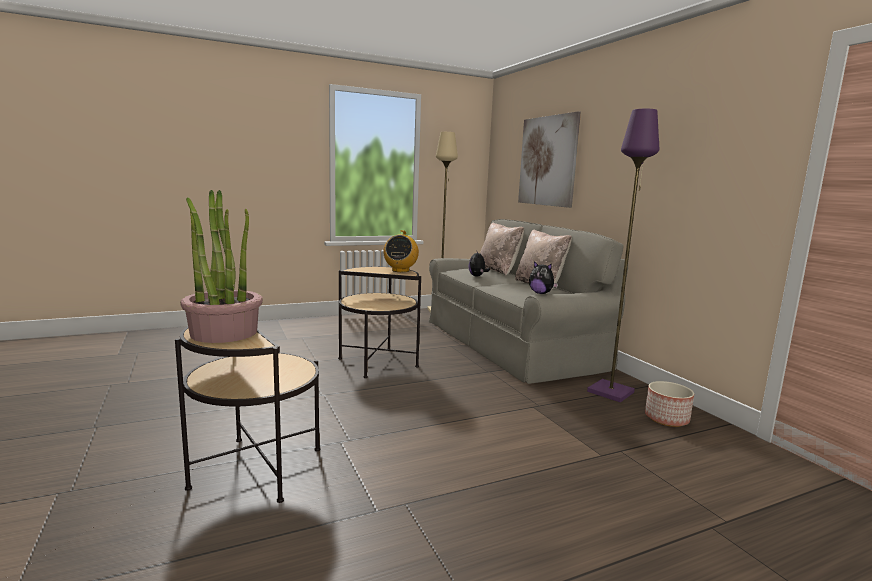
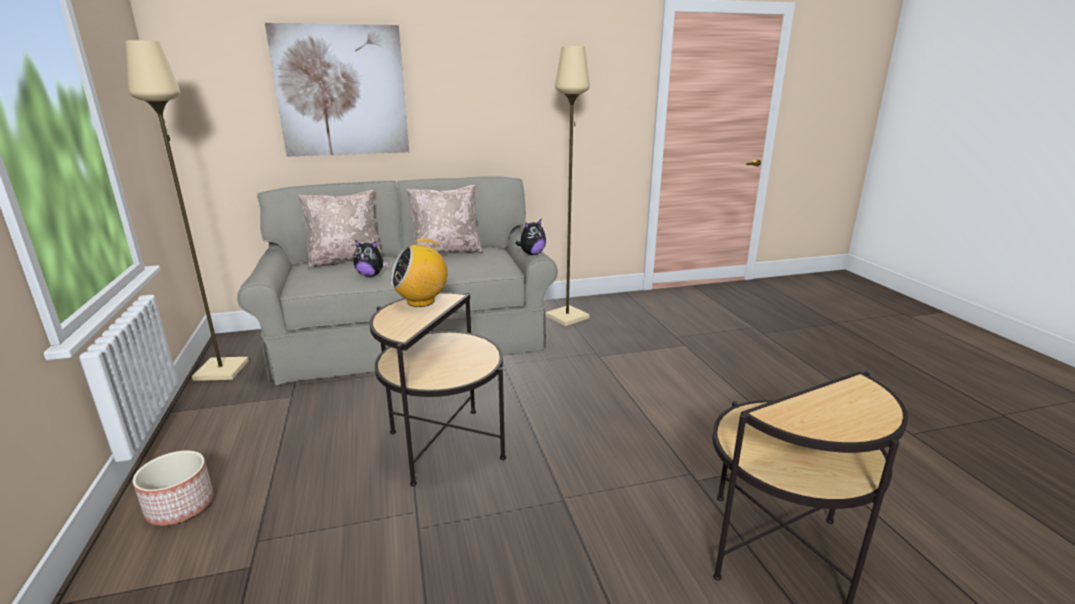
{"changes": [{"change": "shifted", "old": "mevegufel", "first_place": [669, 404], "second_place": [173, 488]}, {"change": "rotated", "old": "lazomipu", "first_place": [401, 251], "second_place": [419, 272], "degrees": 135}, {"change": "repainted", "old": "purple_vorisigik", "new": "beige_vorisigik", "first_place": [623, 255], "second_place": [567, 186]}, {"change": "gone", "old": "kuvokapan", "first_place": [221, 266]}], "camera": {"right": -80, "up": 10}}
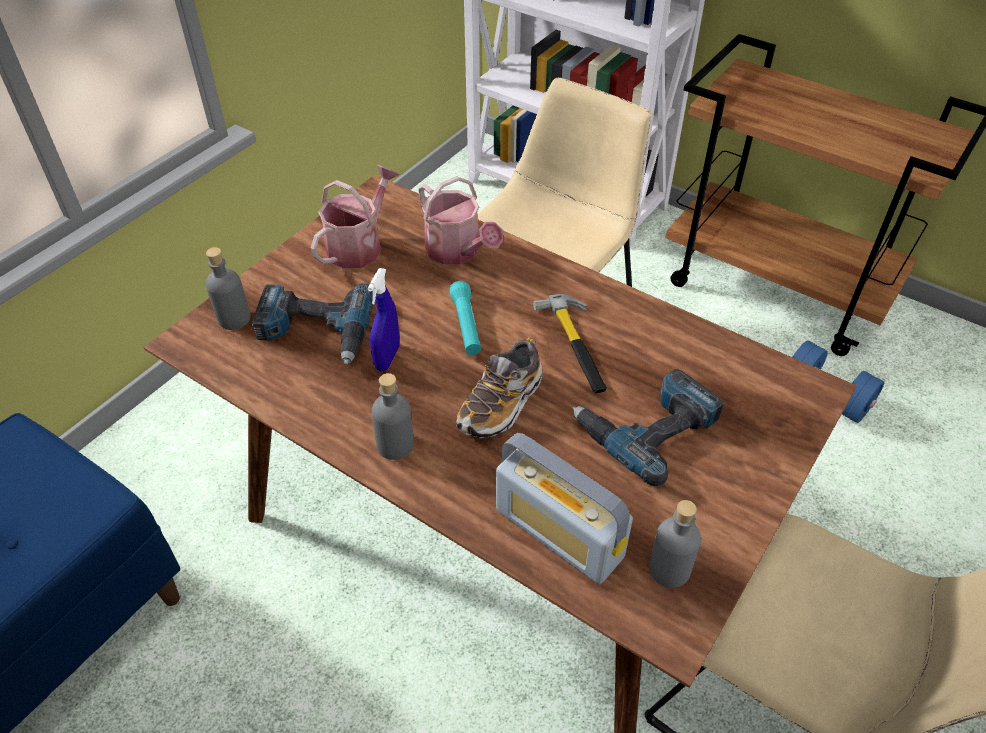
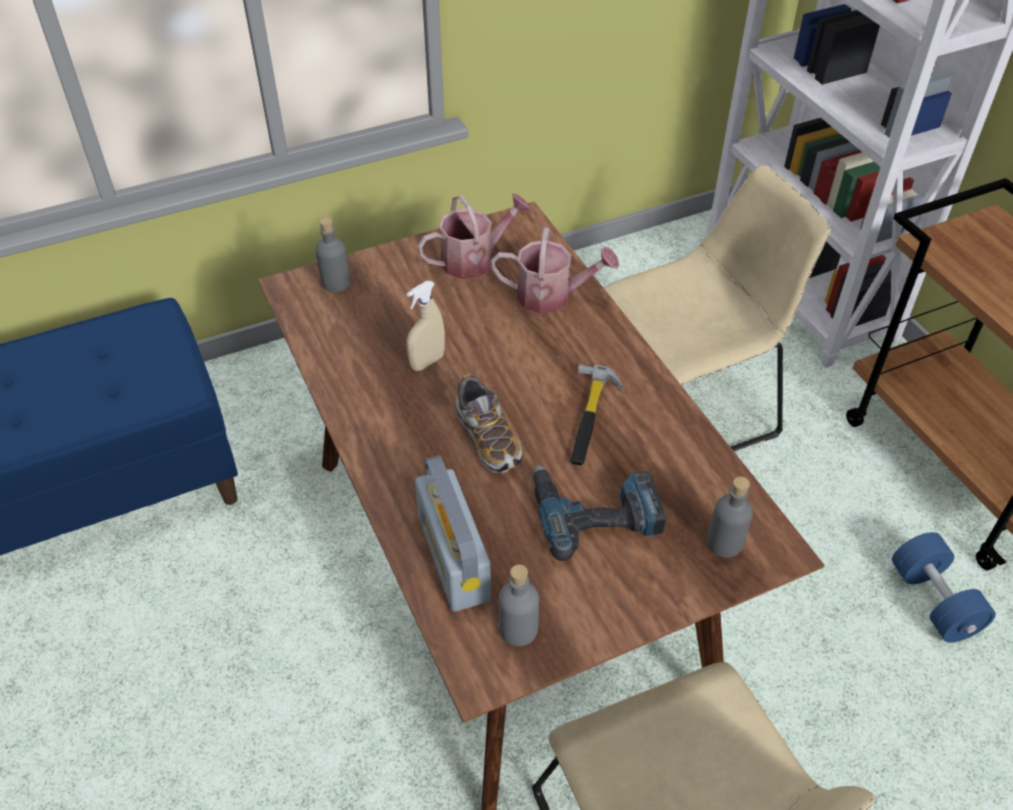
{"changes": [{"change": "repainted", "old": "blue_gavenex", "new": "beige_gavenex", "first_place": [384, 319], "second_place": [425, 326]}, {"change": "rotated", "old": "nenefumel", "first_place": [499, 387], "second_place": [488, 423], "degrees": -90}, {"change": "rotated", "old": "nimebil", "first_place": [461, 220], "second_place": [555, 270], "degrees": -75}, {"change": "shifted", "old": "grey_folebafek", "first_place": [393, 416], "second_place": [730, 517]}, {"change": "gone", "old": "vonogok", "first_place": [312, 324]}, {"change": "gone", "old": "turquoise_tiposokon", "first_place": [465, 318]}], "camera": {"right": 30, "up": 0}}
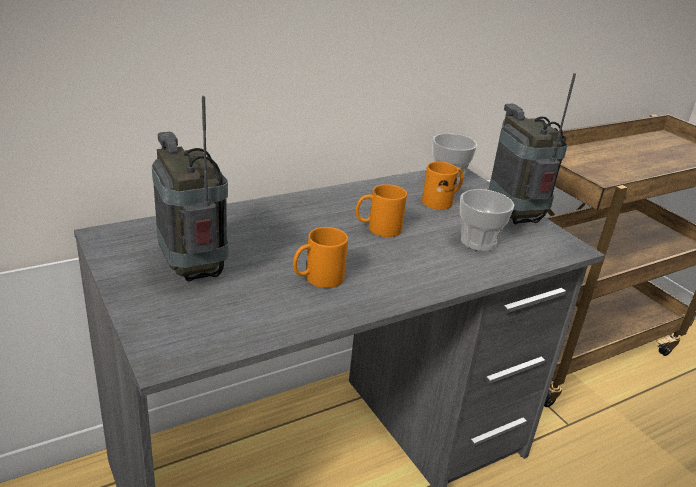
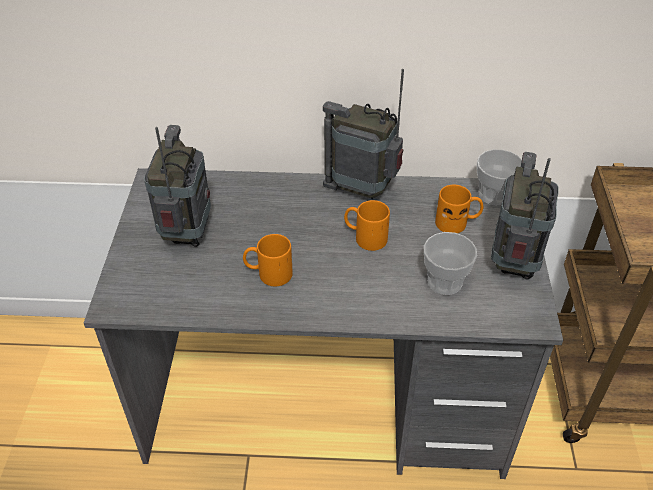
{"changes": [{"change": "new", "new": "lazomipu", "second_place": [363, 134]}], "camera": {"right": 35, "up": 15}}
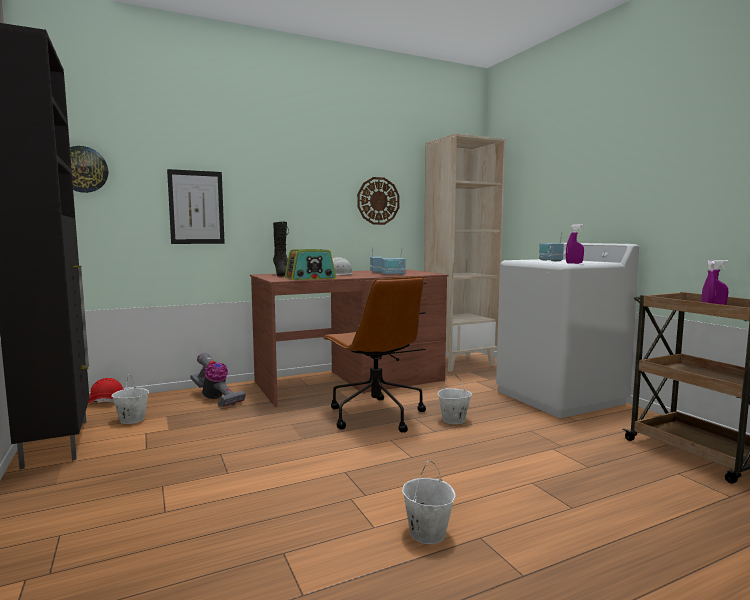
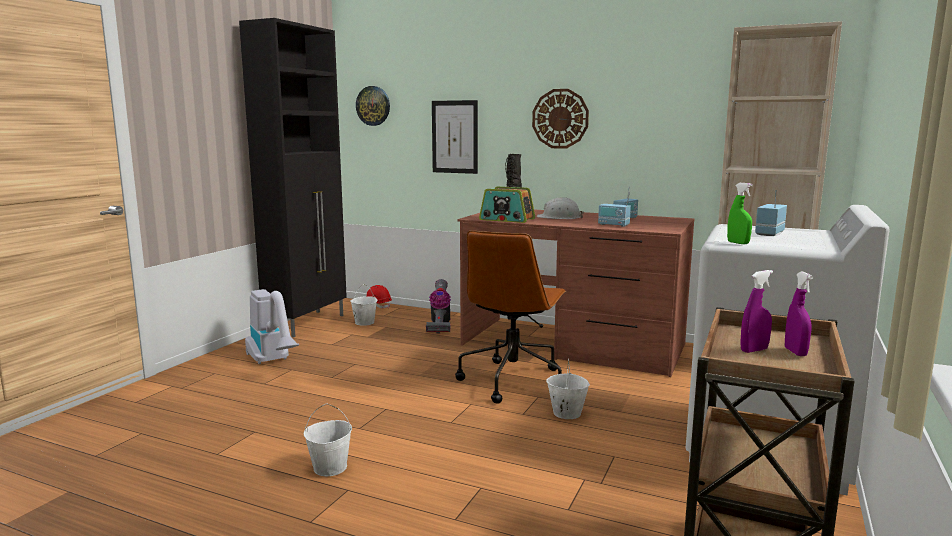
{"changes": [{"change": "new", "new": "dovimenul", "second_place": [272, 326]}, {"change": "shifted", "old": "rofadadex", "first_place": [378, 201], "second_place": [560, 119]}, {"change": "repainted", "old": "purple_gavenex", "new": "green_gavenex", "first_place": [575, 244], "second_place": [740, 213]}], "camera": {"right": 50, "up": 5}}
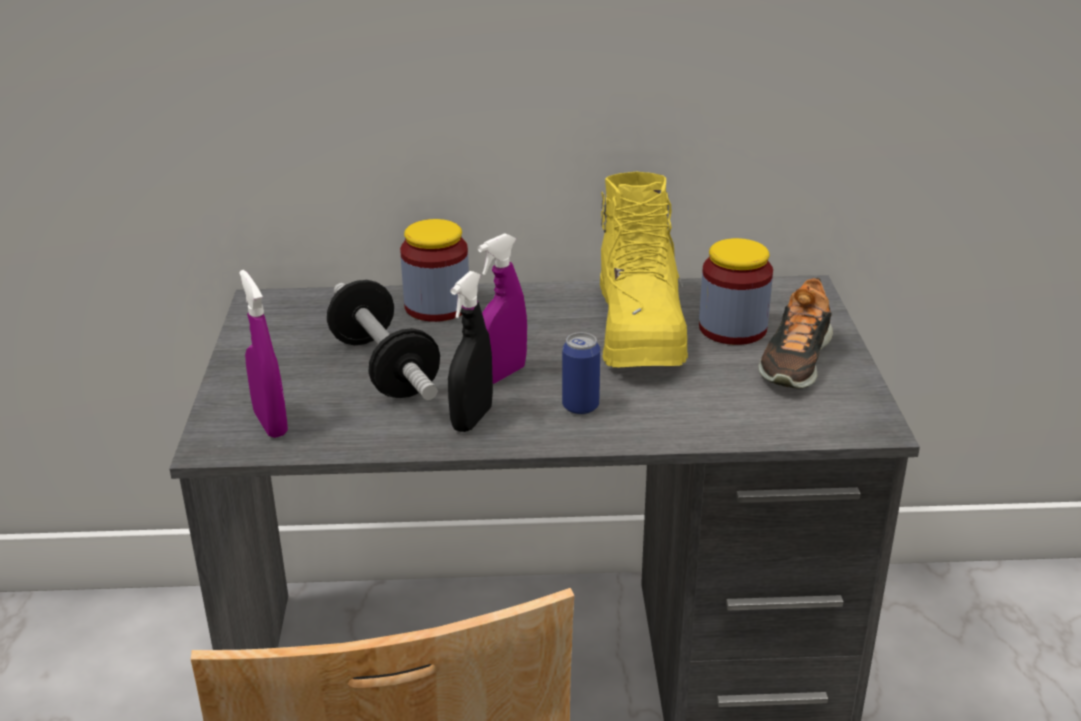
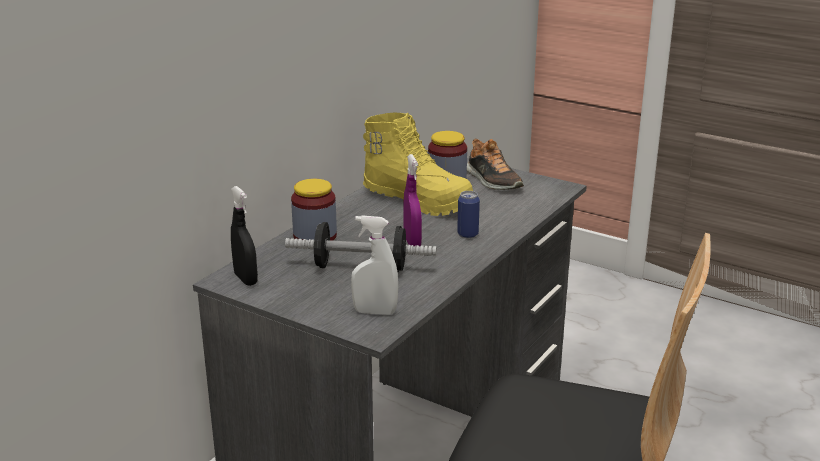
{"changes": [{"change": "shifted", "old": "black_gavenex", "first_place": [470, 351], "second_place": [244, 236]}, {"change": "repainted", "old": "purple_gavenex", "new": "white_gavenex", "first_place": [263, 354], "second_place": [374, 265]}], "camera": {"right": -55, "up": -5}}
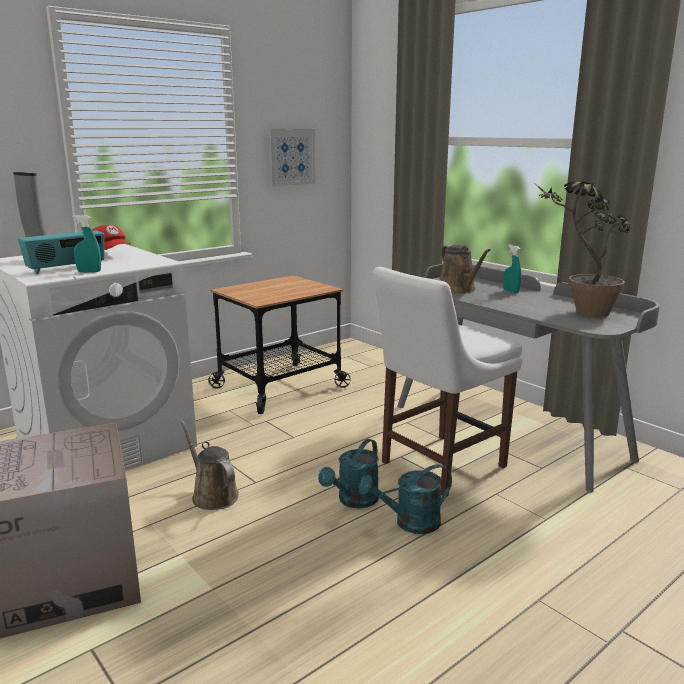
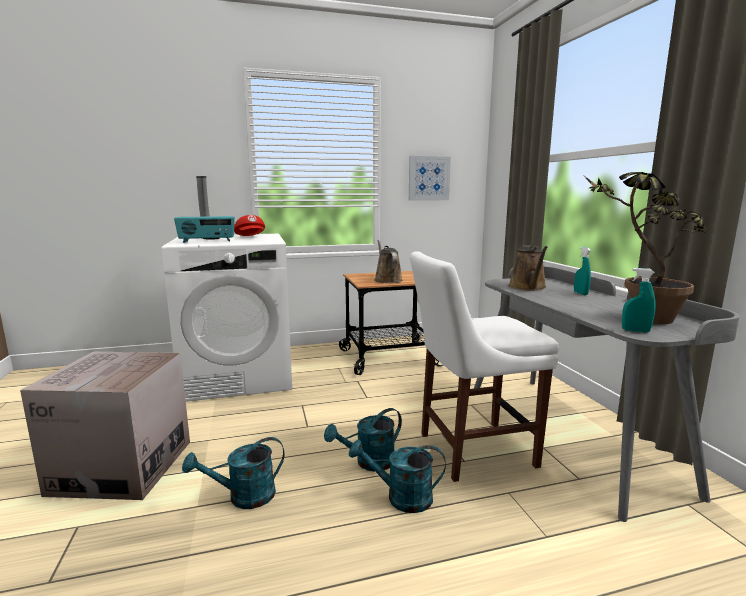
{"changes": [{"change": "new", "new": "turquoise_nimebil", "second_place": [233, 473]}, {"change": "shifted", "old": "brown_nimebil", "first_place": [209, 465], "second_place": [388, 261]}, {"change": "shifted", "old": "turquoise_gavenex", "first_place": [86, 243], "second_place": [639, 300]}], "camera": {"right": 25, "up": -5}}
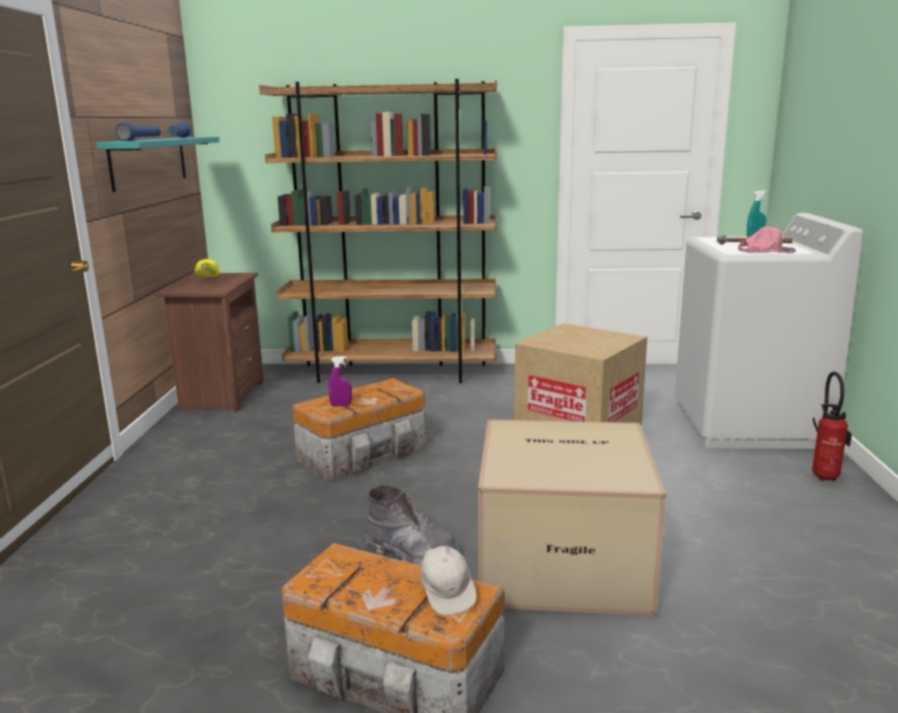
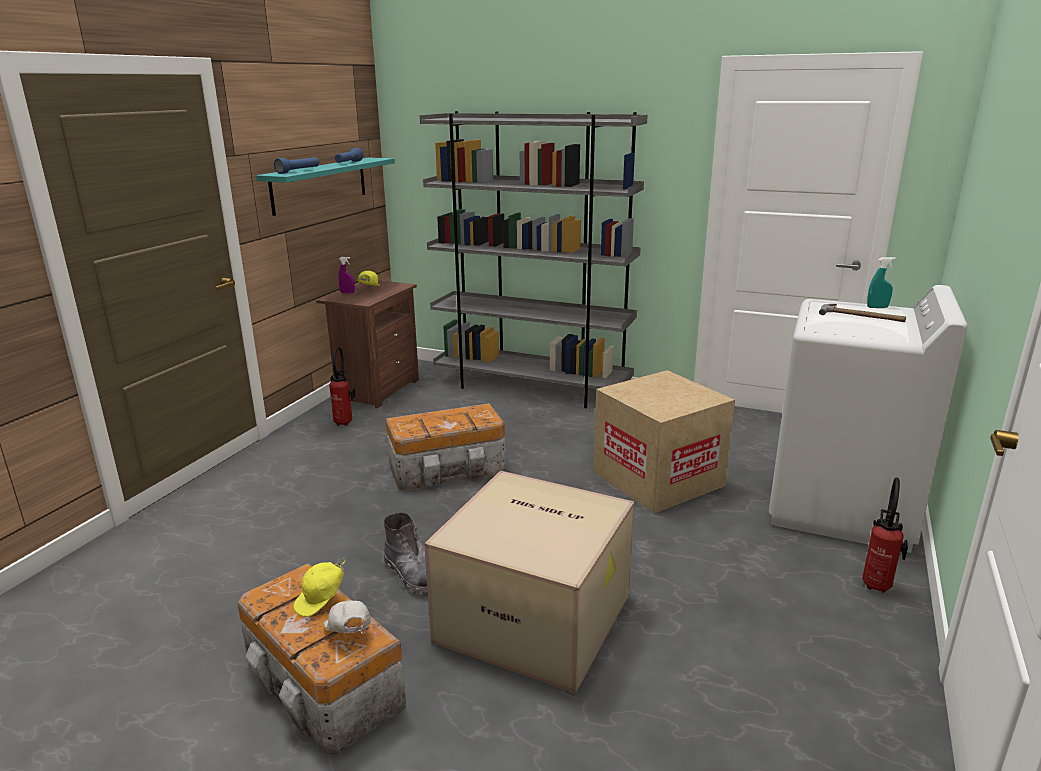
{"changes": [{"change": "new", "new": "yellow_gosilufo", "second_place": [319, 587]}, {"change": "rotated", "old": "white_gosilufo", "first_place": [449, 578], "second_place": [347, 617], "degrees": 150}, {"change": "new", "new": "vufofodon", "second_place": [342, 386]}, {"change": "shifted", "old": "purple_gavenex", "first_place": [340, 381], "second_place": [346, 275]}, {"change": "repainted", "old": "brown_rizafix", "new": "grey_rizafix", "first_place": [378, 231], "second_place": [534, 259]}, {"change": "gone", "old": "pink_gosilufo", "first_place": [767, 239]}], "camera": {"right": 20, "up": 5}}
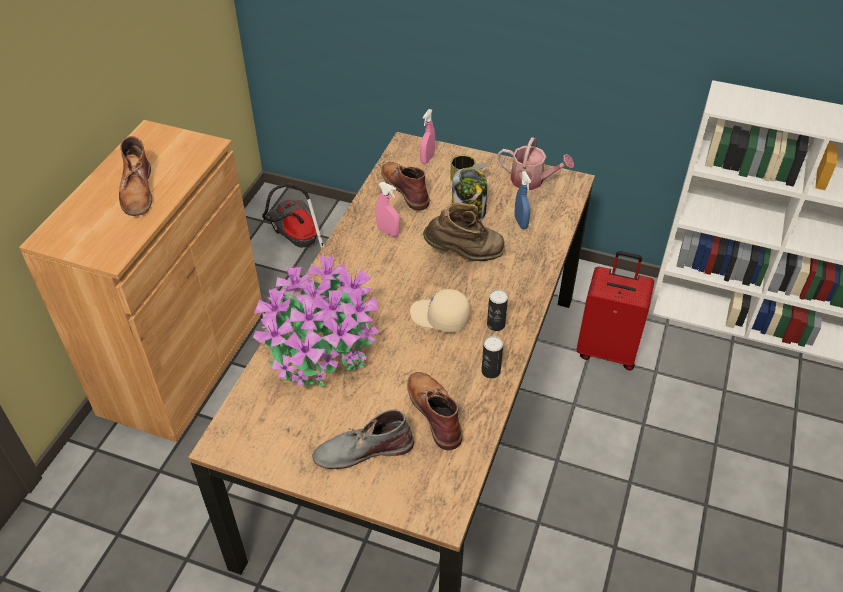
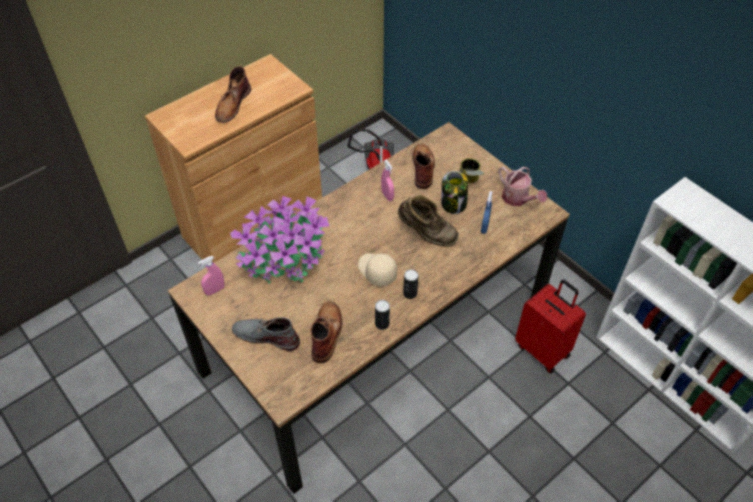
{"changes": [{"change": "shifted", "old": "pink_gavenex", "first_place": [427, 136], "second_place": [211, 275]}], "camera": {"right": 30, "up": 5}}
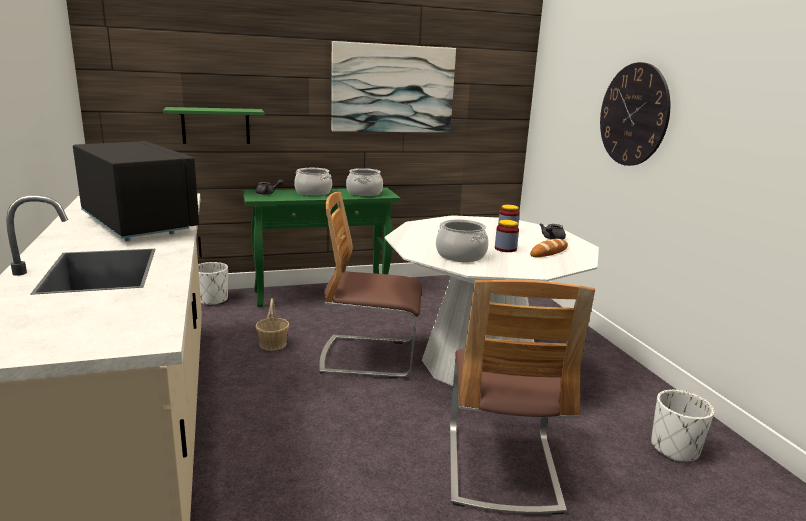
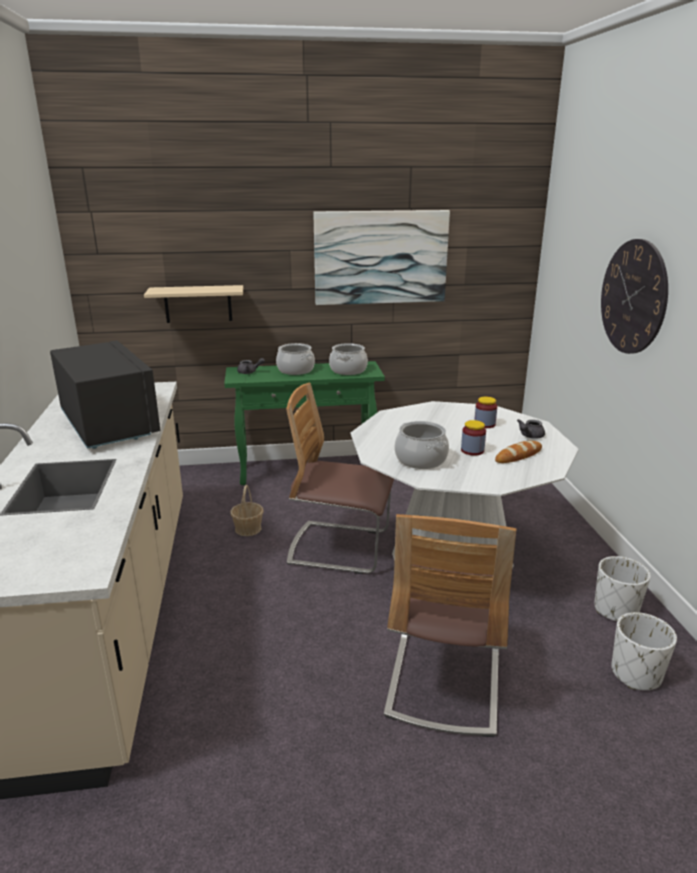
{"changes": [{"change": "repainted", "old": "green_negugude", "new": "beige_negugude", "first_place": [213, 125], "second_place": [193, 304]}, {"change": "shifted", "old": "white_mevegufel", "first_place": [213, 284], "second_place": [622, 588]}], "camera": {"right": 10, "up": 5}}
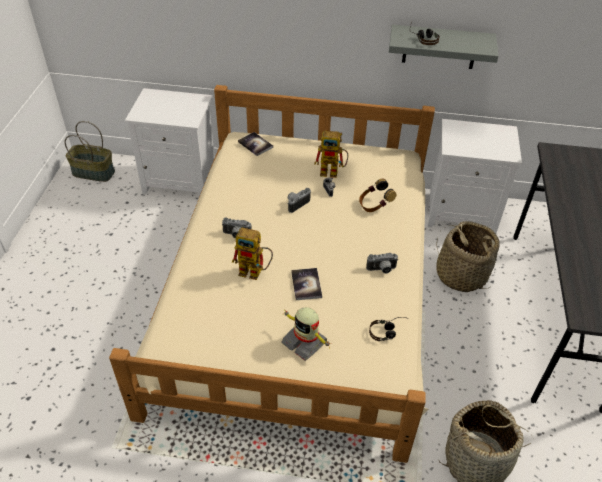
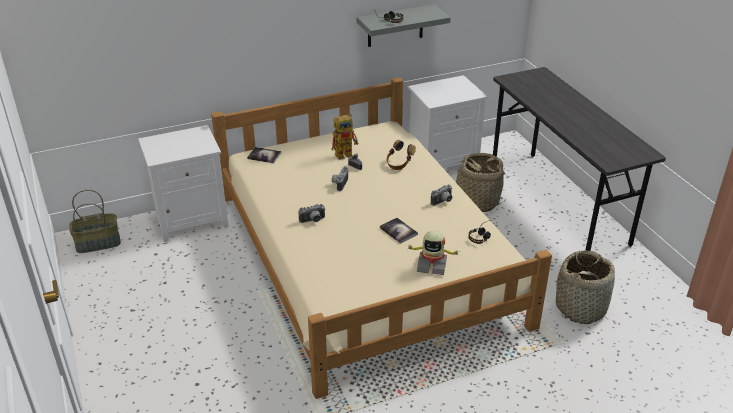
{"changes": [{"change": "gone", "old": "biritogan", "first_place": [252, 254]}], "camera": {"right": -30, "up": -10}}
